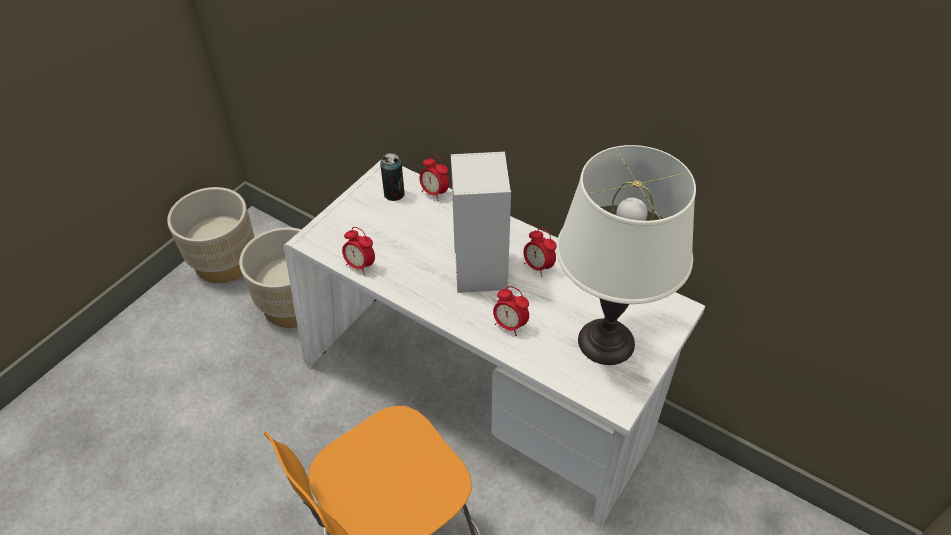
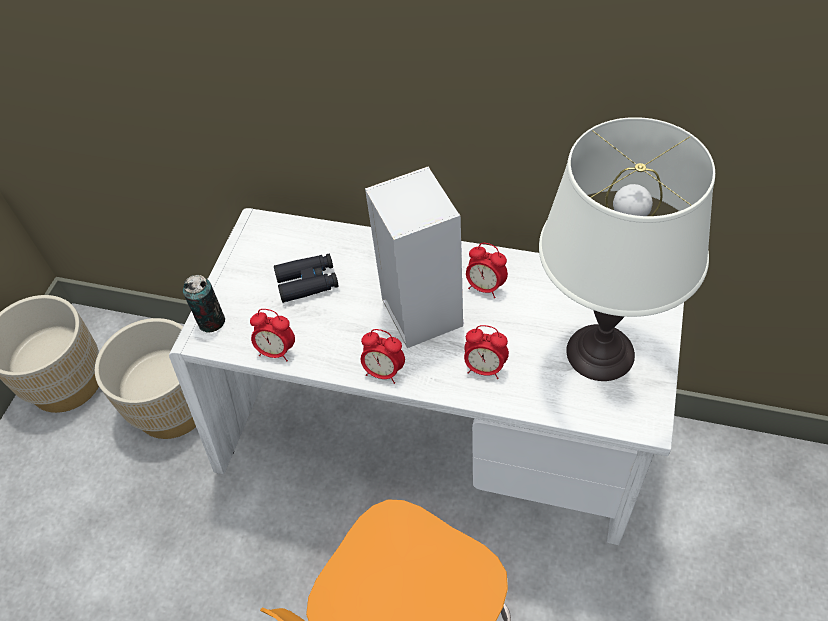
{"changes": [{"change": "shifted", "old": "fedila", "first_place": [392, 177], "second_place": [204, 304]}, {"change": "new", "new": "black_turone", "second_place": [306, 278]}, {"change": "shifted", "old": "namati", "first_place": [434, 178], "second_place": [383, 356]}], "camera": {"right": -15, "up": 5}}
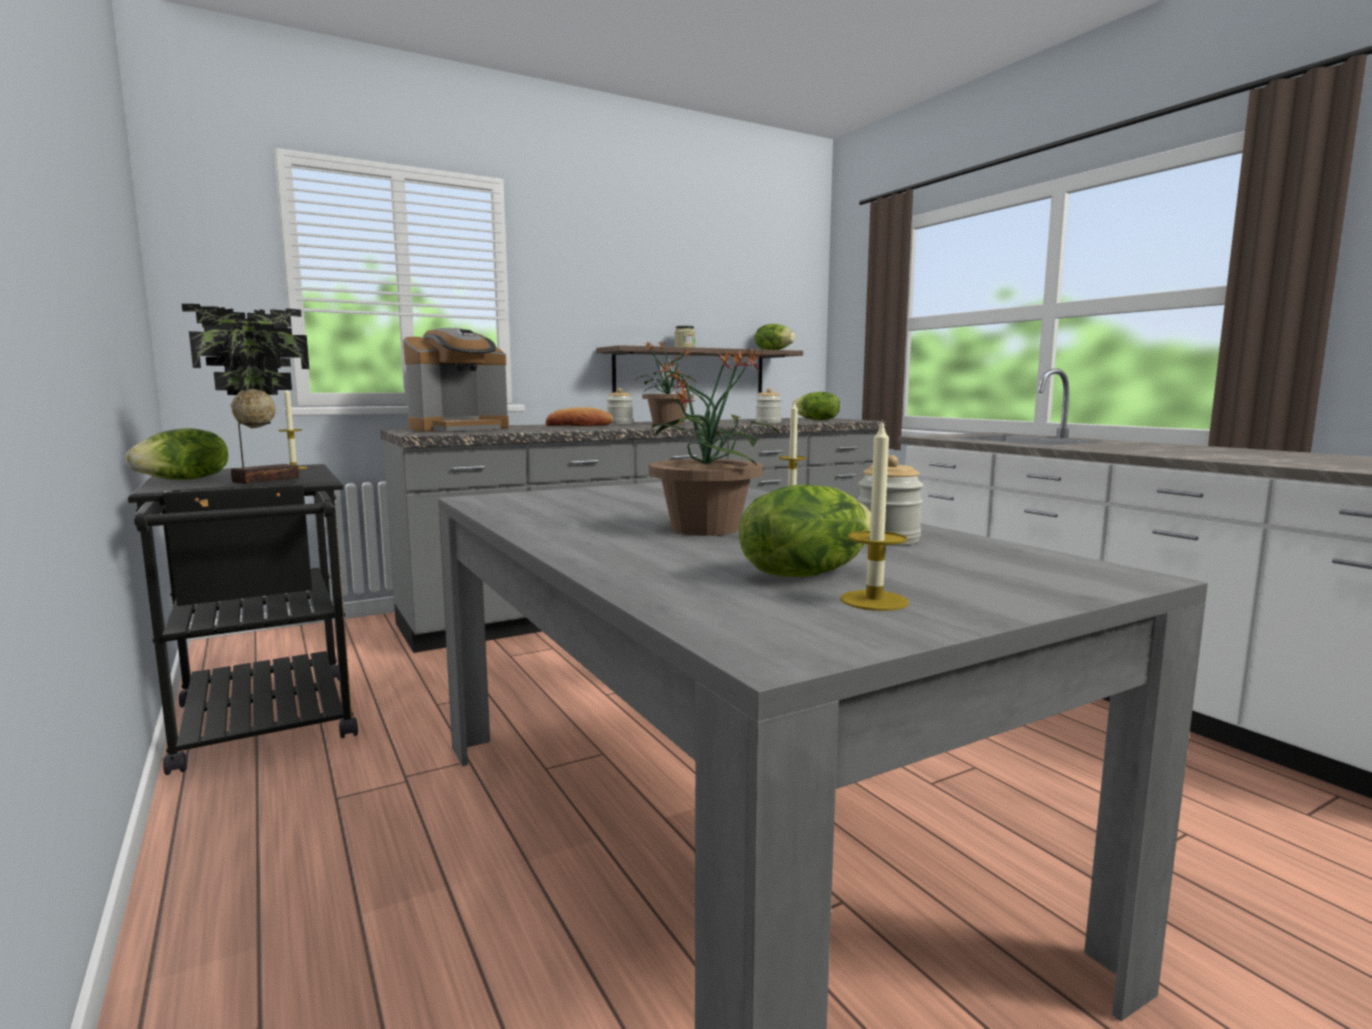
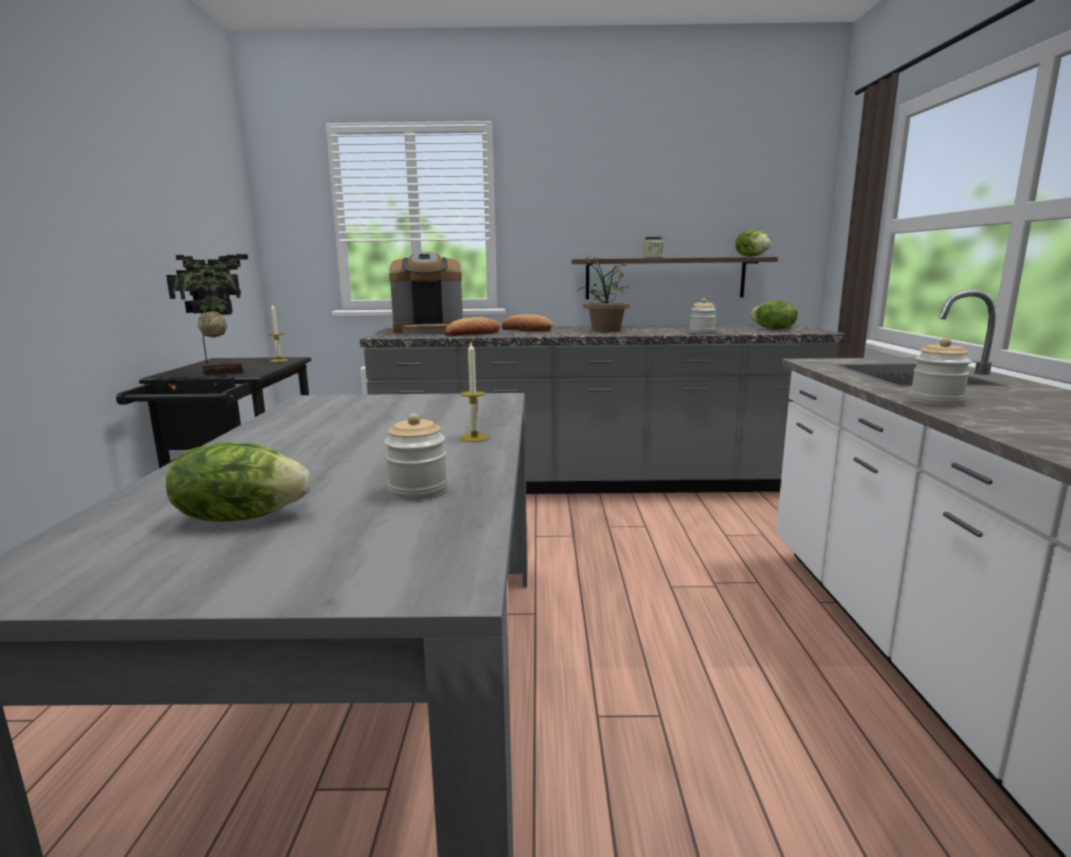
{"changes": [{"change": "new", "new": "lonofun", "second_place": [472, 326]}, {"change": "shifted", "old": "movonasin", "first_place": [620, 406], "second_place": [941, 372]}, {"change": "gone", "old": "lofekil", "first_place": [177, 454]}, {"change": "gone", "old": "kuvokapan", "first_place": [714, 441]}, {"change": "gone", "old": "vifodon", "first_place": [874, 515]}], "camera": {"right": 30, "up": 5}}
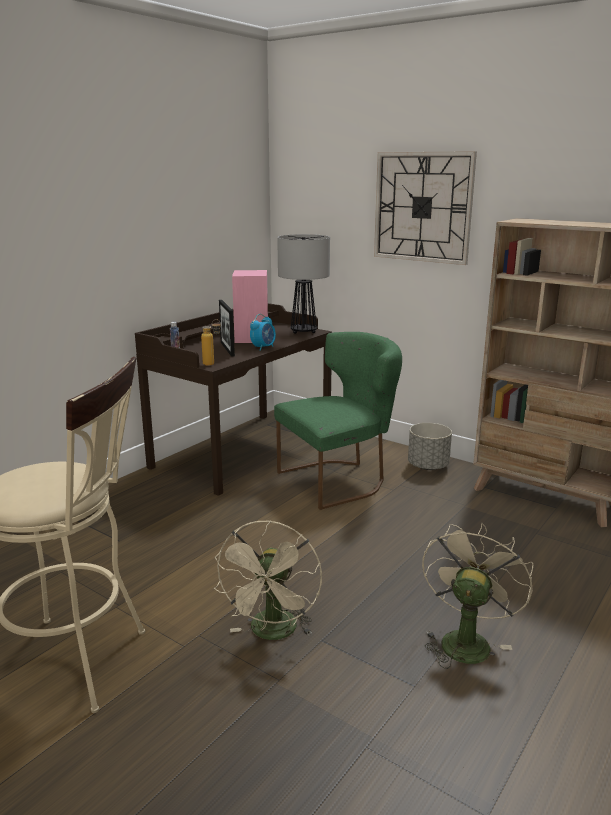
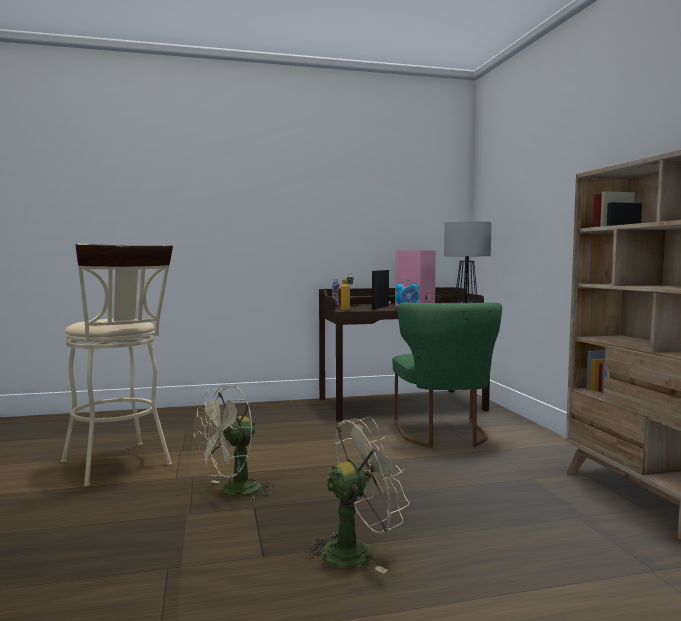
{"changes": [{"change": "rotated", "old": "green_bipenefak", "first_place": [338, 421], "second_place": [447, 375], "degrees": 75}, {"change": "gone", "old": "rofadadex", "first_place": [425, 208]}, {"change": "gone", "old": "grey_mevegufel", "first_place": [430, 446]}], "camera": {"right": 40, "up": -15}}
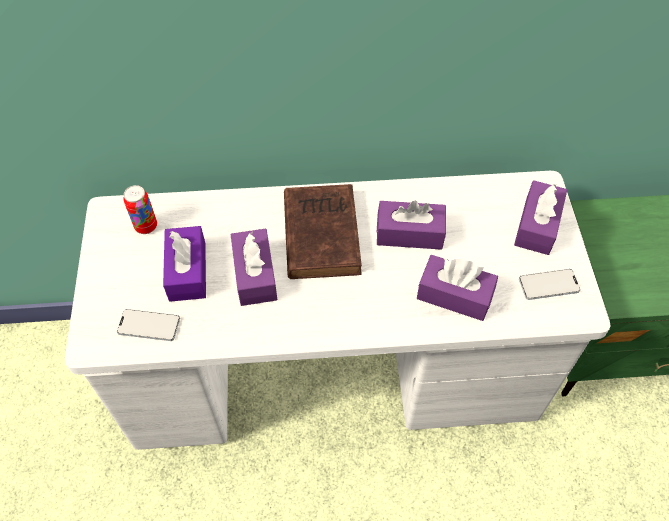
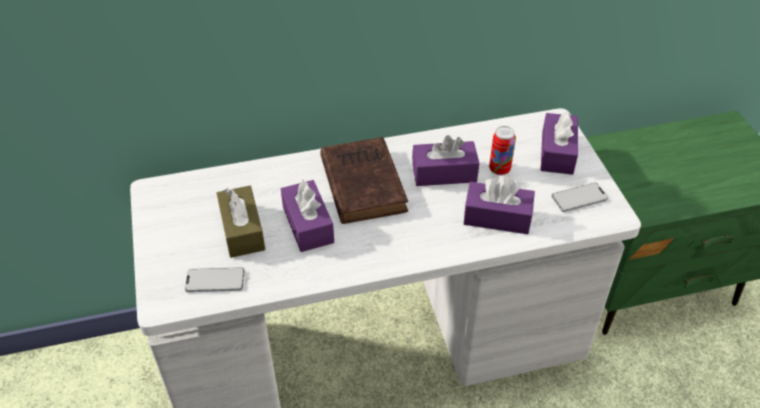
{"changes": [{"change": "repainted", "old": "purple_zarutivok", "new": "brown_zarutivok", "first_place": [184, 264], "second_place": [241, 222]}, {"change": "shifted", "old": "fedila", "first_place": [140, 209], "second_place": [502, 150]}], "camera": {"right": -10, "up": -10}}
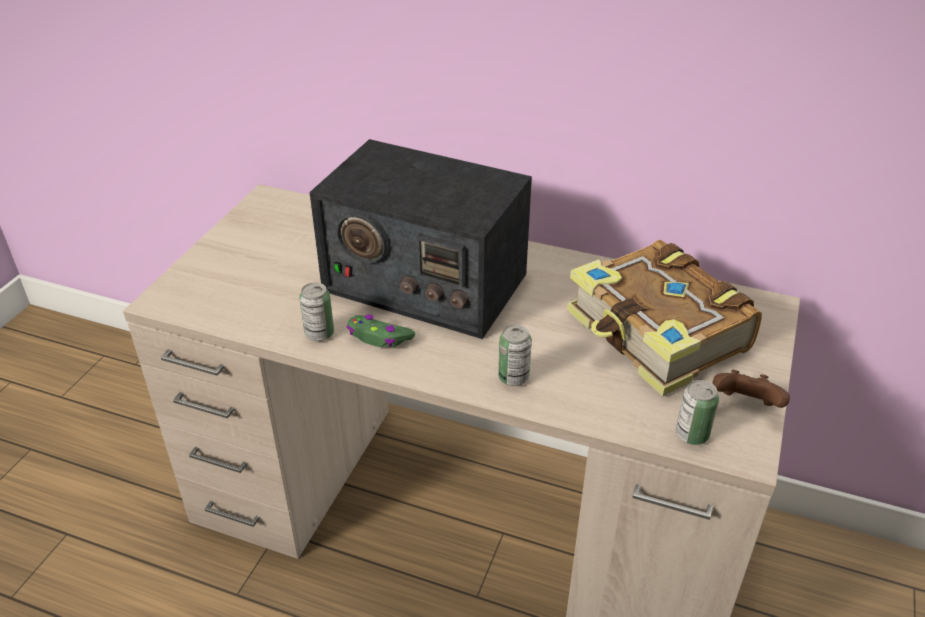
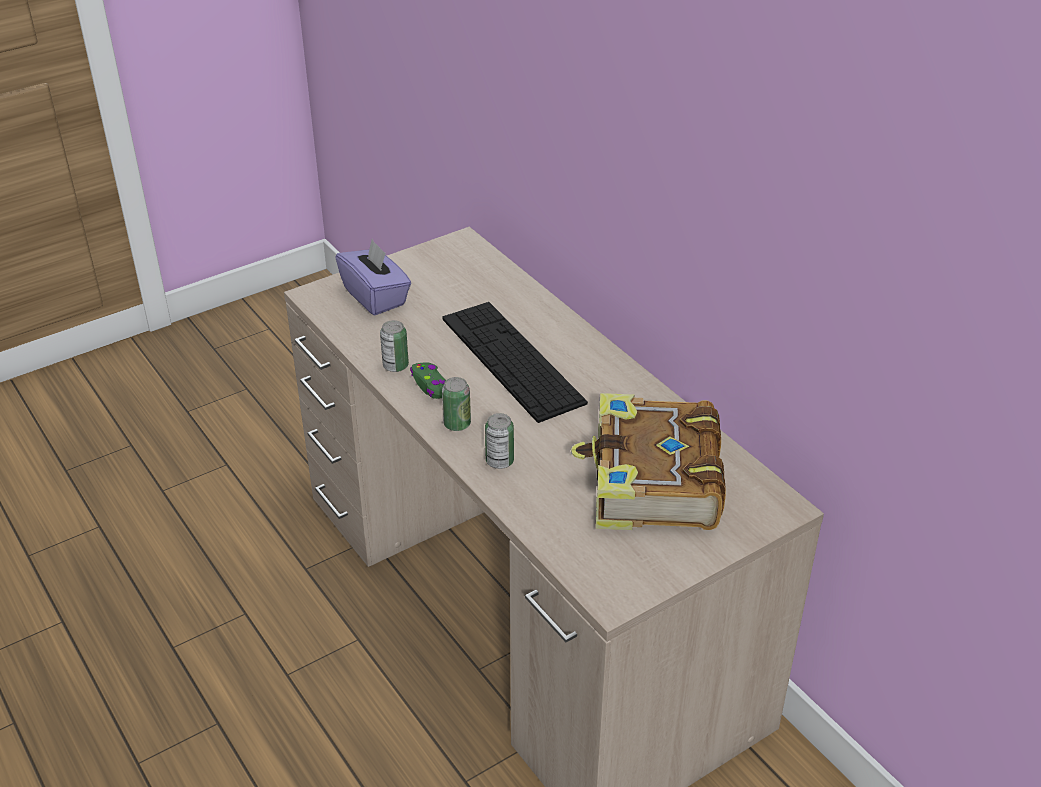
{"changes": [{"change": "new", "new": "purple_zarutivok", "second_place": [373, 277]}, {"change": "swapped", "old": "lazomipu", "new": "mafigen", "first_place": [421, 239], "second_place": [515, 362]}, {"change": "shifted", "old": "fedila", "first_place": [697, 412], "second_place": [456, 404]}, {"change": "gone", "old": "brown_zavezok", "first_place": [751, 389]}], "camera": {"right": 35, "up": 0}}
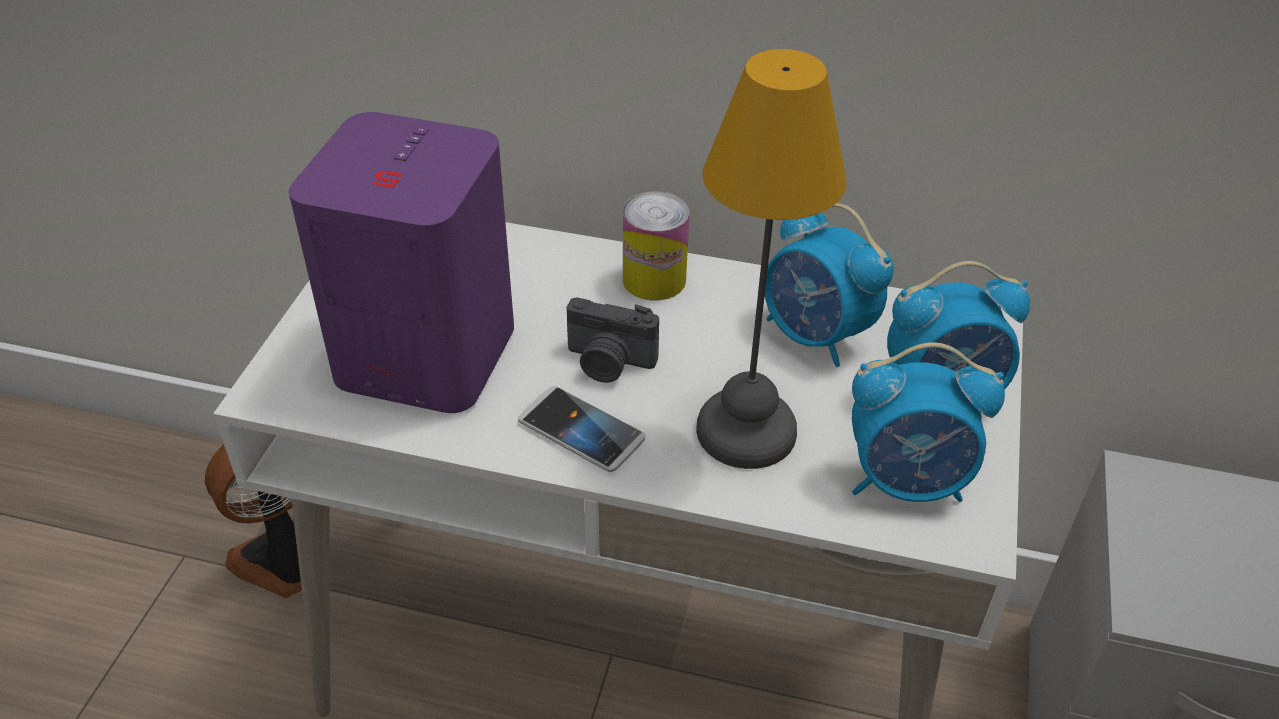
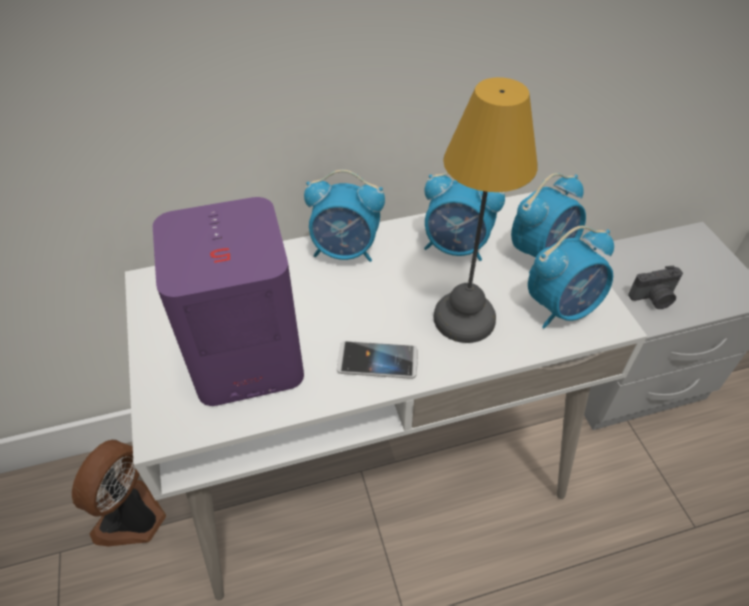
{"changes": [{"change": "swapped", "old": "fedila", "new": "namati", "first_place": [656, 246], "second_place": [344, 216]}, {"change": "shifted", "old": "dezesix", "first_place": [613, 340], "second_place": [655, 287]}], "camera": {"right": -30, "up": 5}}
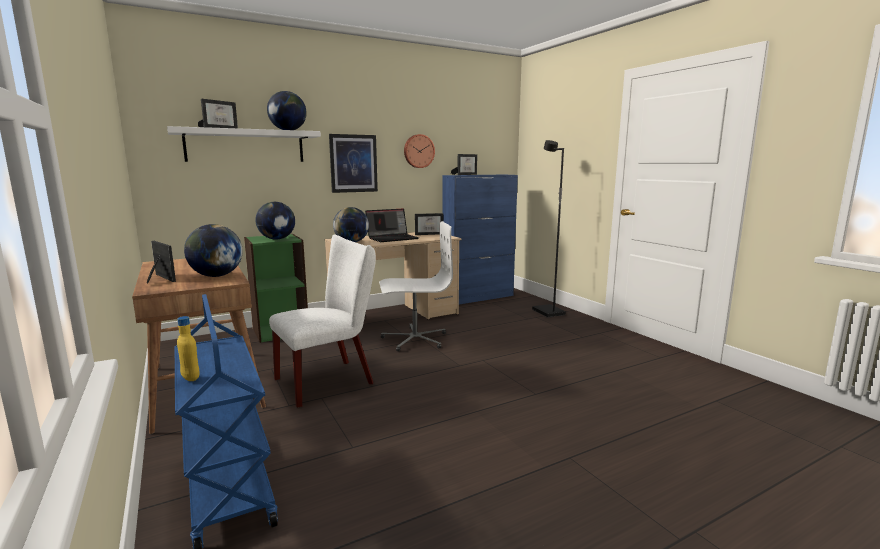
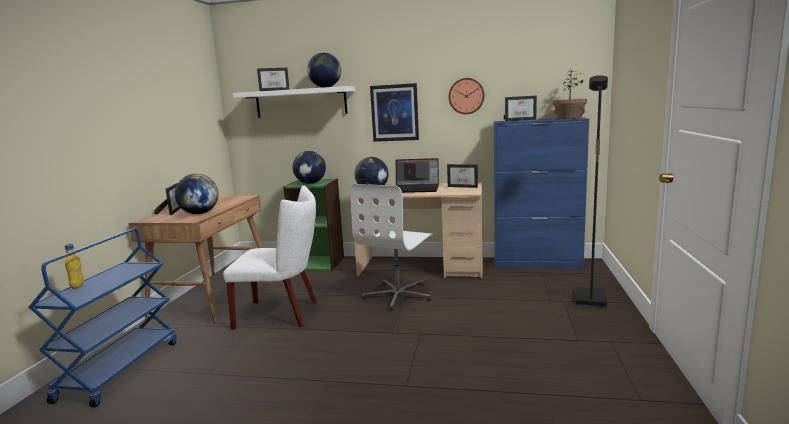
{"changes": [{"change": "rotated", "old": "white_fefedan", "first_place": [416, 286], "second_place": [392, 247], "degrees": 90}, {"change": "new", "new": "kuvokapan", "second_place": [570, 94]}], "camera": {"right": 40, "up": 0}}
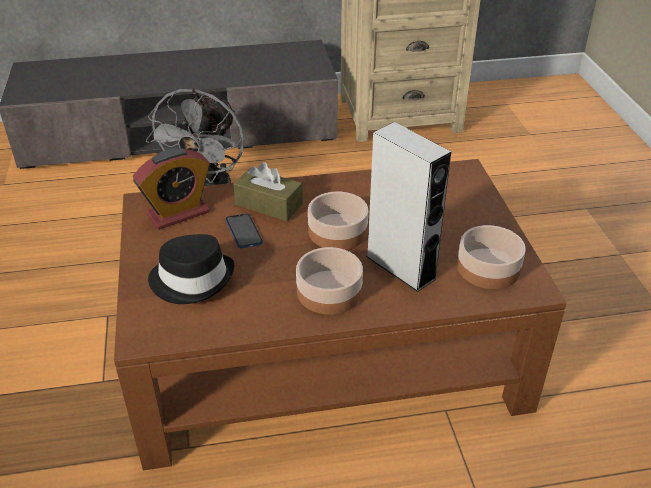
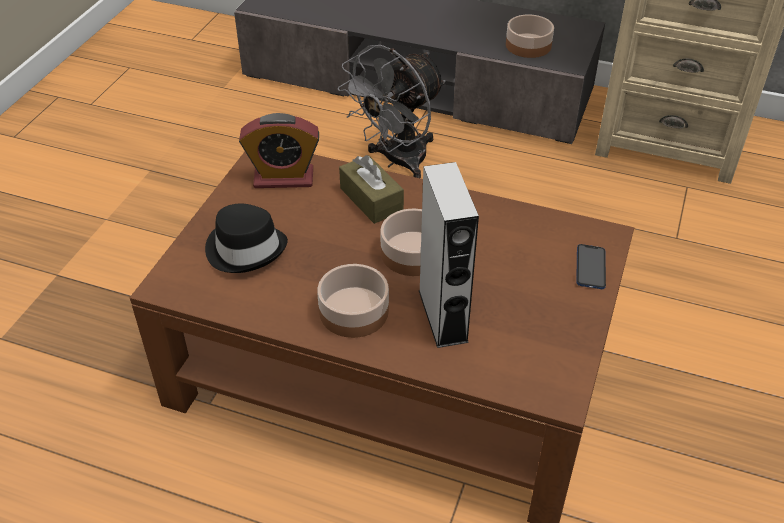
{"changes": [{"change": "shifted", "old": "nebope", "first_place": [491, 257], "second_place": [530, 36]}, {"change": "shifted", "old": "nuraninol", "first_place": [244, 230], "second_place": [591, 266]}], "camera": {"right": 30, "up": 5}}
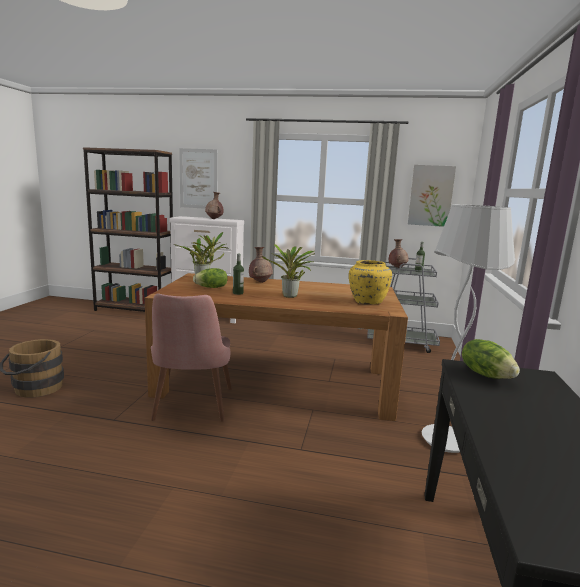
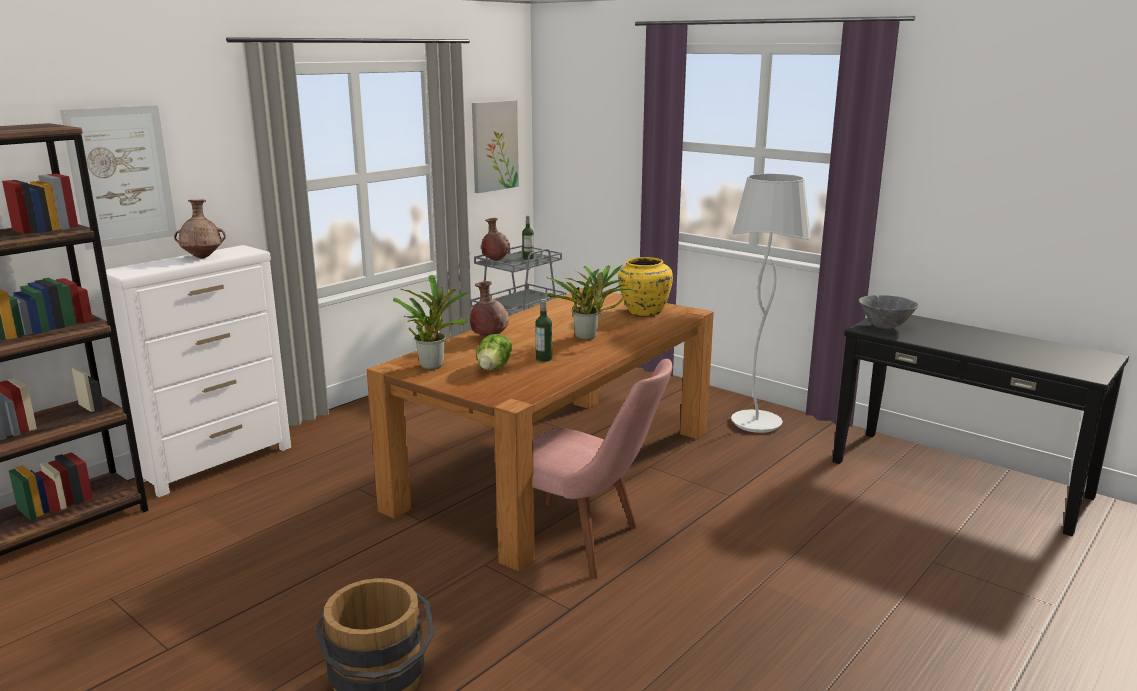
{"changes": [{"change": "swapped", "old": "lofekil", "new": "grey_nebope", "first_place": [491, 359], "second_place": [889, 312]}], "camera": {"right": -60, "up": 5}}
